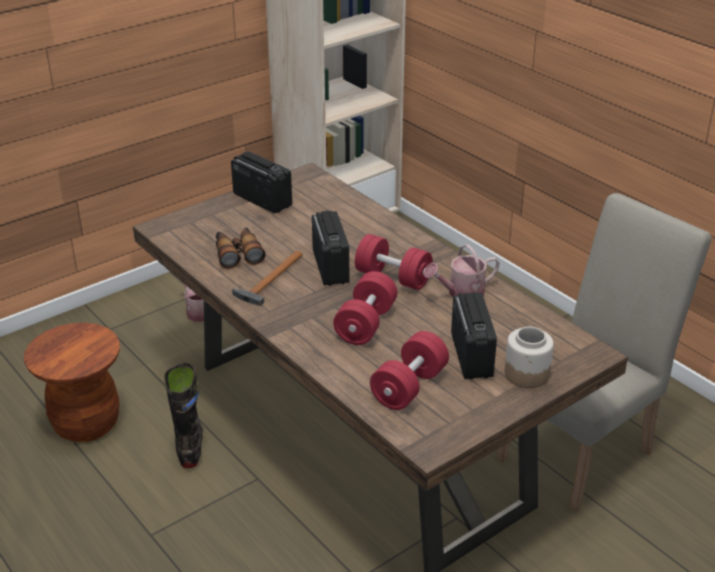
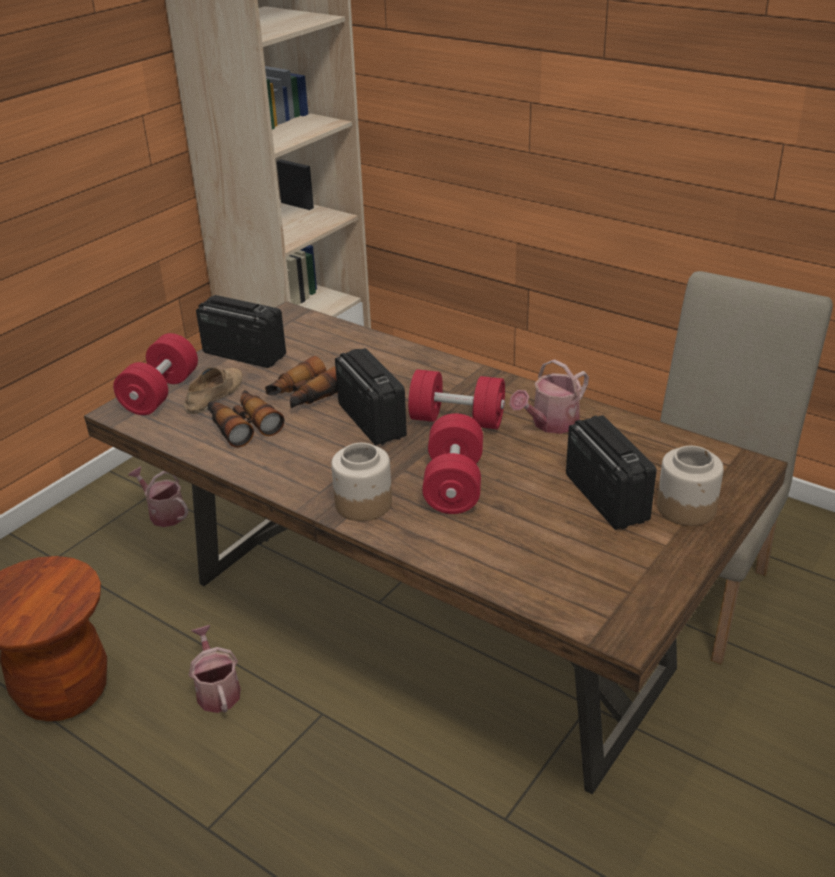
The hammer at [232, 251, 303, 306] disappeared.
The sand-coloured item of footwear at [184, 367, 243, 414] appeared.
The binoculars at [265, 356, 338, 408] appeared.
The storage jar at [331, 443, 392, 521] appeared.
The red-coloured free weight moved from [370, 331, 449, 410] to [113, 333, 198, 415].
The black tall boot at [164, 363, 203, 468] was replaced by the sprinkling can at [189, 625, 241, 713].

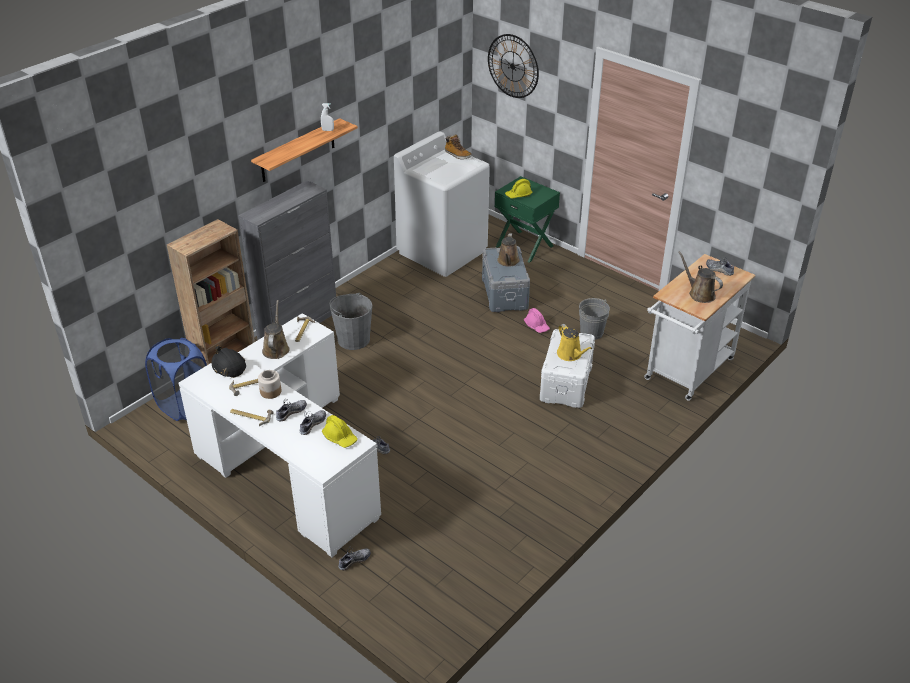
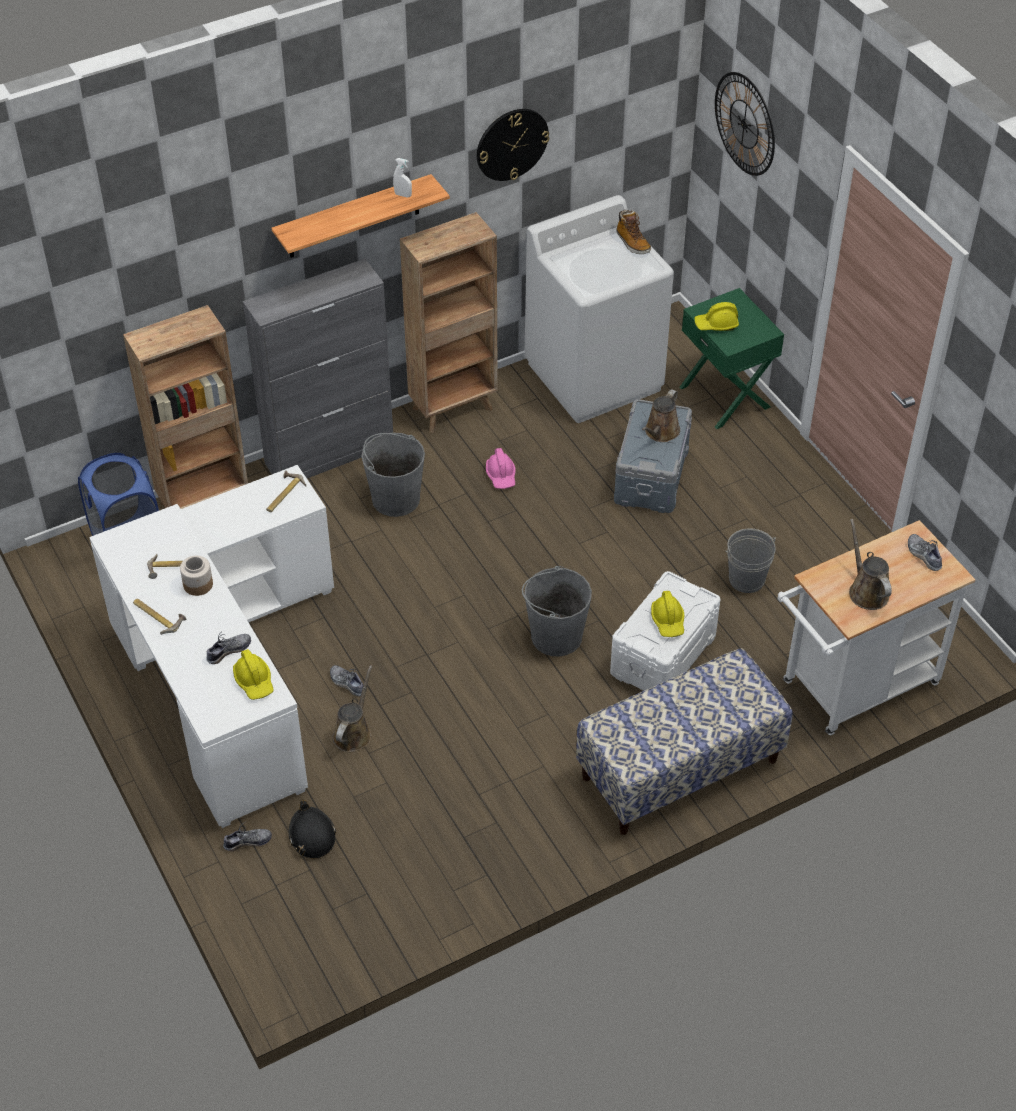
The item of footwear at [276, 398, 307, 421] disappeared.
The brown-coloured bookshelf at [400, 212, 498, 433] appeared.
The clock on the wall at [477, 109, 549, 181] appeared.
The gray water bucket at [522, 566, 592, 657] appeared.
The long seat at [576, 648, 793, 835] appeared.
The black safety helmet moved from [212, 346, 246, 378] to [289, 800, 336, 858].
The brown-coloured sprinkling can moved from [262, 300, 290, 359] to [332, 665, 372, 752].
The pinkish safety helmet moved from [524, 308, 550, 333] to [486, 448, 516, 489].
The yellow-coloured sprinkling can at [557, 324, 592, 361] was replaced by the yellow-coloured safety helmet at [651, 591, 684, 637].

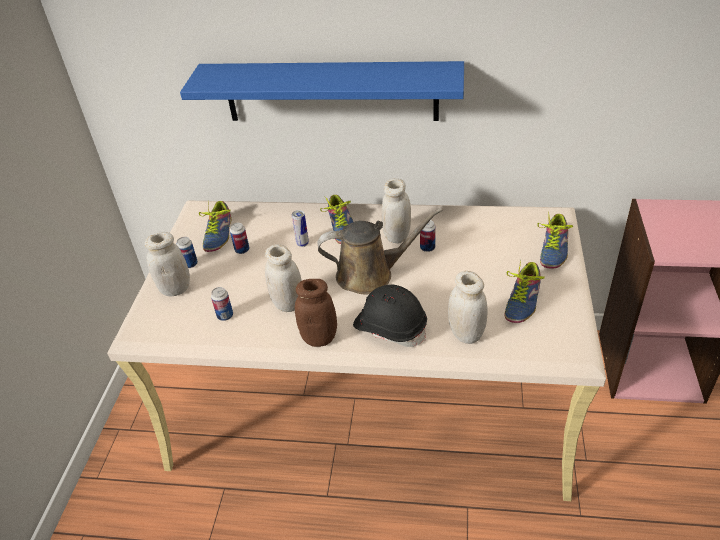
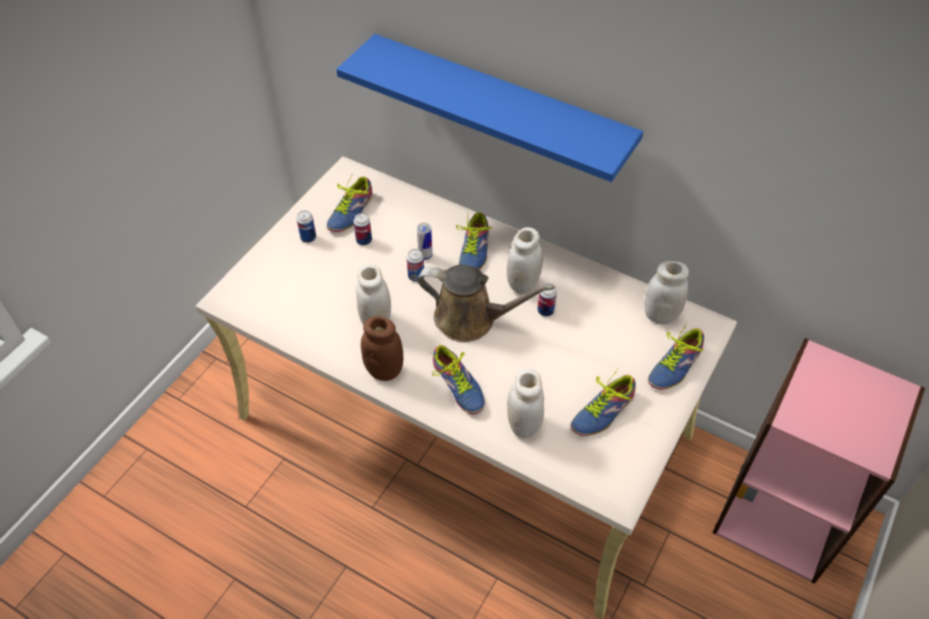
The white-coloured storage jar moved from [145, 232, 190, 297] to [644, 261, 689, 324].
The metal can moved from [211, 287, 233, 321] to [407, 249, 424, 282].
The black safety helmet at [353, 285, 427, 347] was replaced by the item of footwear at [432, 345, 485, 414].

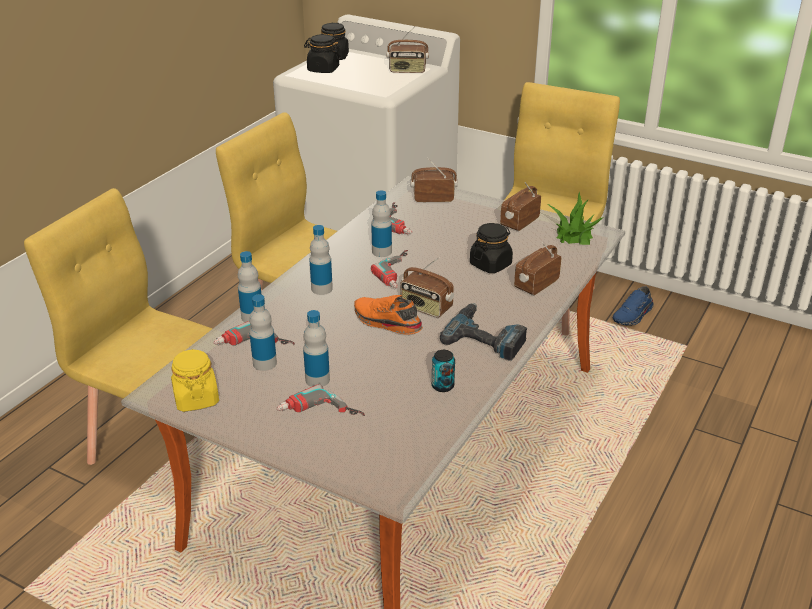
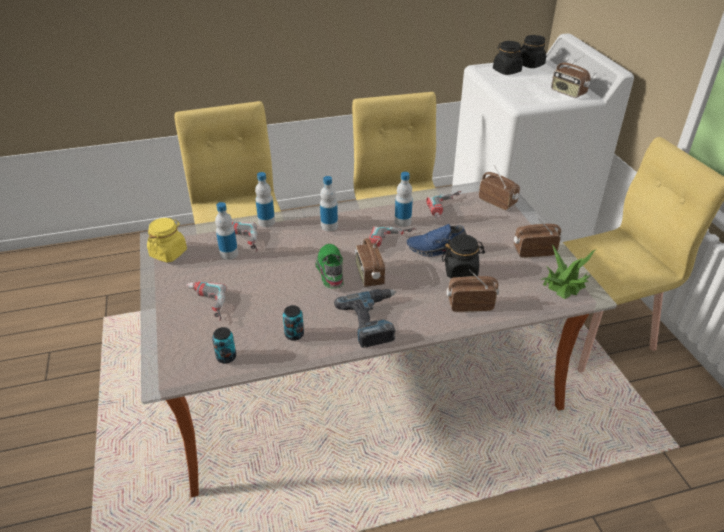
The drink bottle at [303, 310, 330, 387] disappeared.
The metal can at [212, 327, 236, 364] appeared.
The bluish item of footwear moved from [613, 286, 654, 326] to [407, 224, 466, 257].
The orange-coloured item of footwear at [354, 295, 423, 335] became the green-coloured item of footwear at [316, 244, 344, 288].

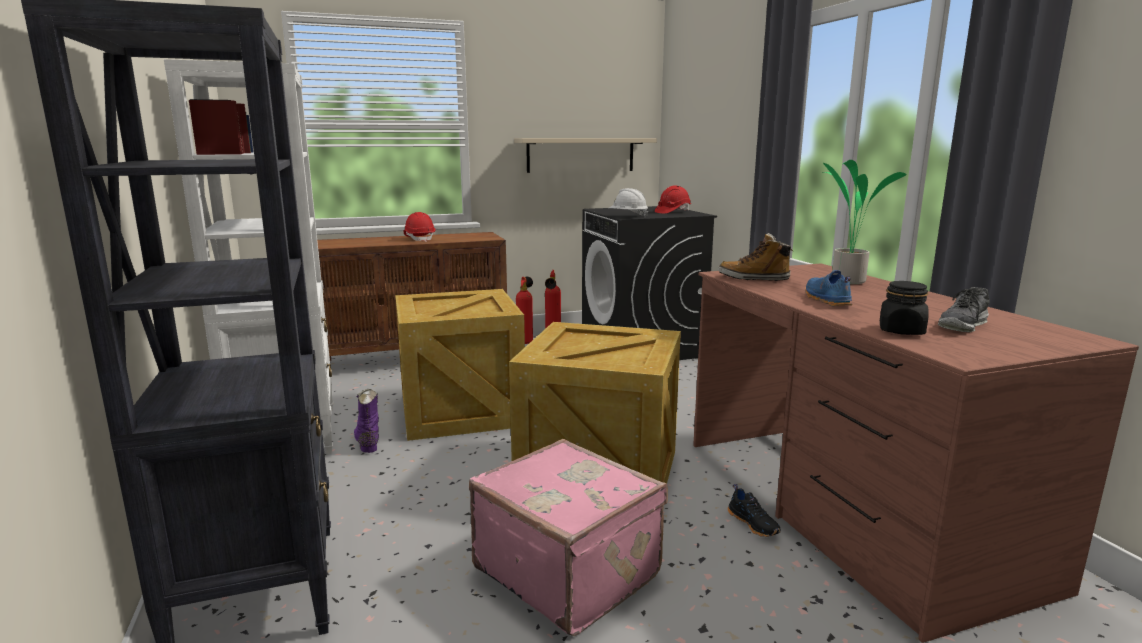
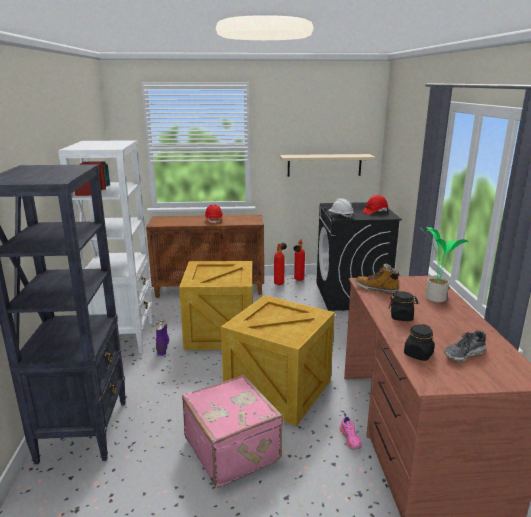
The bluish item of footwear at [805, 270, 853, 306] was replaced by the black storage jar at [389, 291, 418, 321].
The black item of footwear at [728, 484, 781, 537] became the pinkish item of footwear at [340, 413, 362, 450].

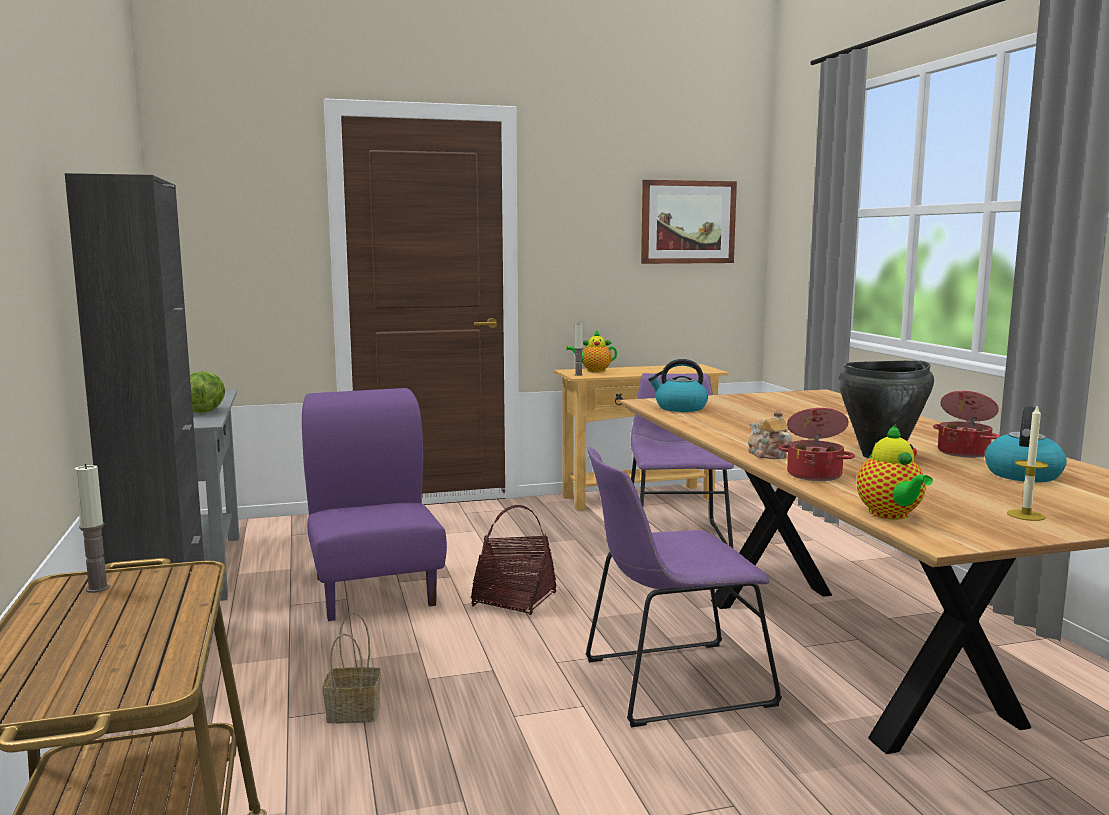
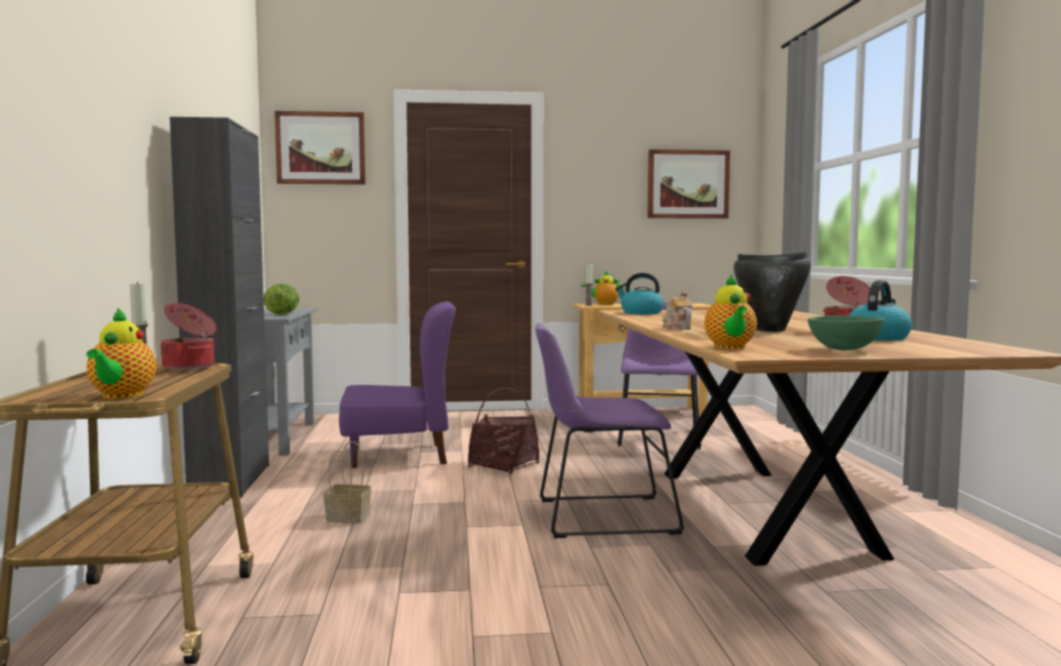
The pot for tea at [86, 307, 156, 399] appeared.
The picture at [275, 111, 366, 185] appeared.
The cooking pot moved from [778, 408, 855, 481] to [160, 303, 217, 370].
The candle at [1007, 404, 1048, 521] was replaced by the green-coloured bowl at [808, 315, 884, 350].
The purplish upright chair at [302, 388, 447, 621] turned 90 degrees clockwise.

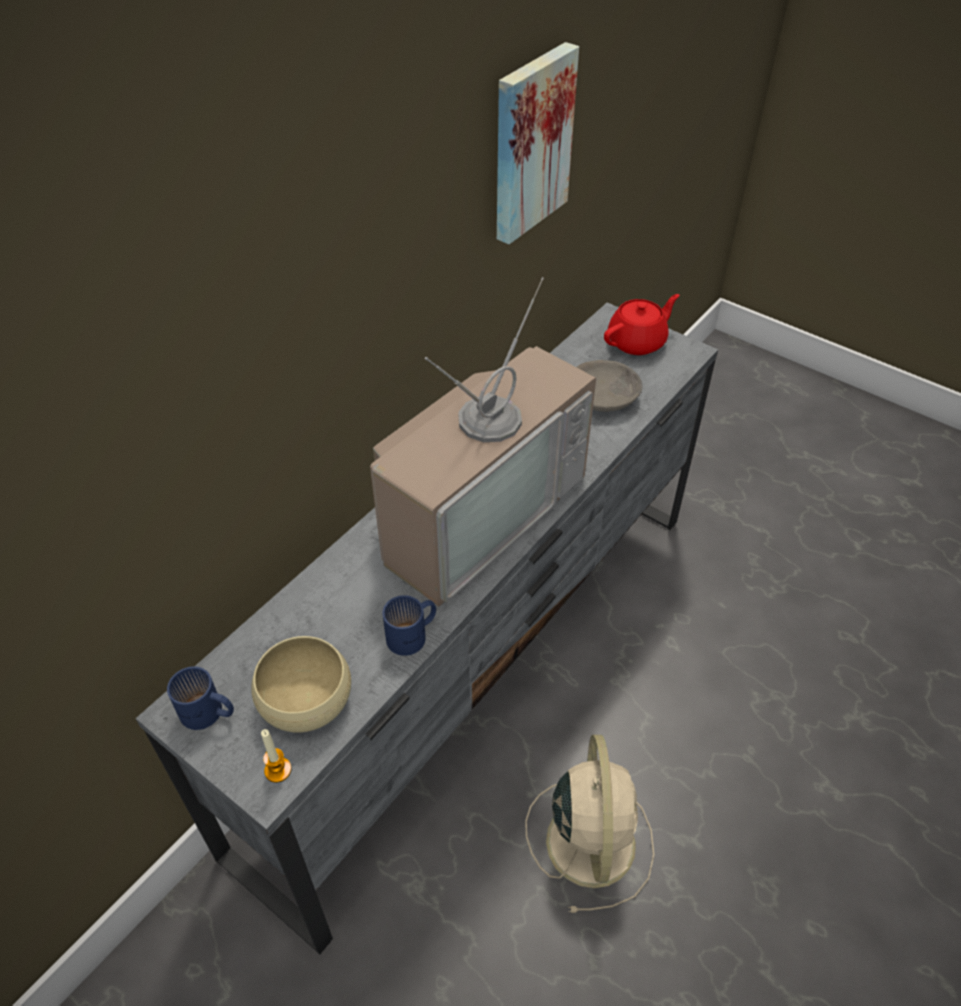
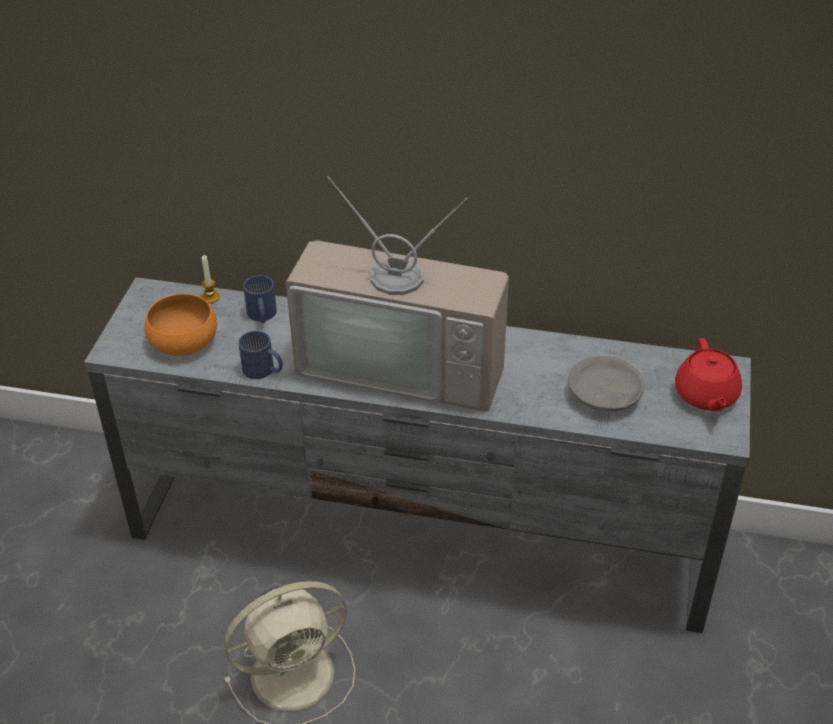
The picture at [497, 42, 579, 244] disappeared.
The bluish tea mug moved from [167, 666, 234, 730] to [243, 275, 277, 323].
The candle moved from [261, 729, 291, 783] to [202, 255, 220, 303].
The sand-coloured bowl at [251, 636, 351, 733] became the orange-coloured bowl at [144, 293, 217, 356].
The red-coloured pot for tea at [604, 294, 680, 355] turned 60 degrees clockwise.

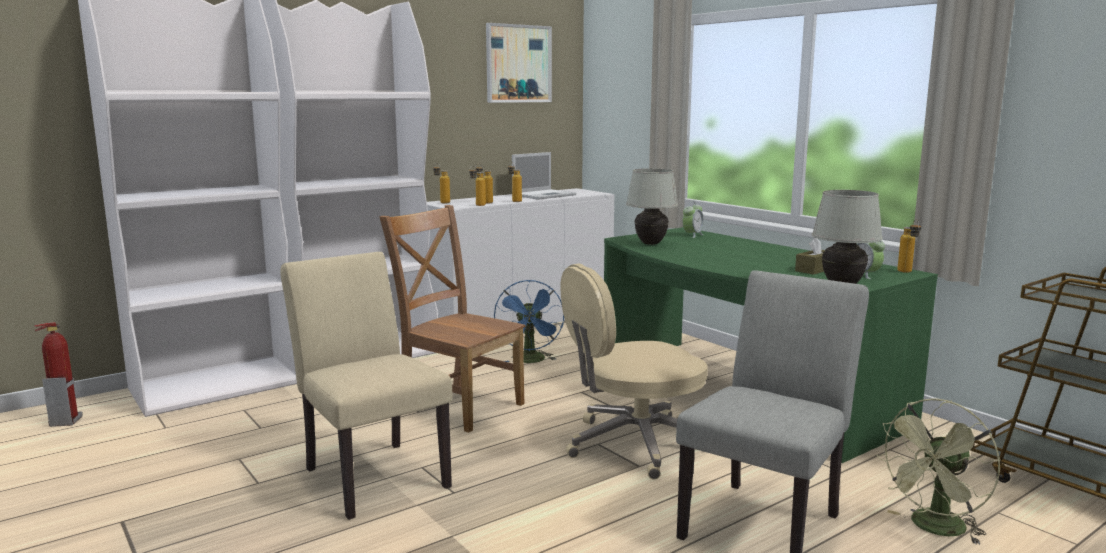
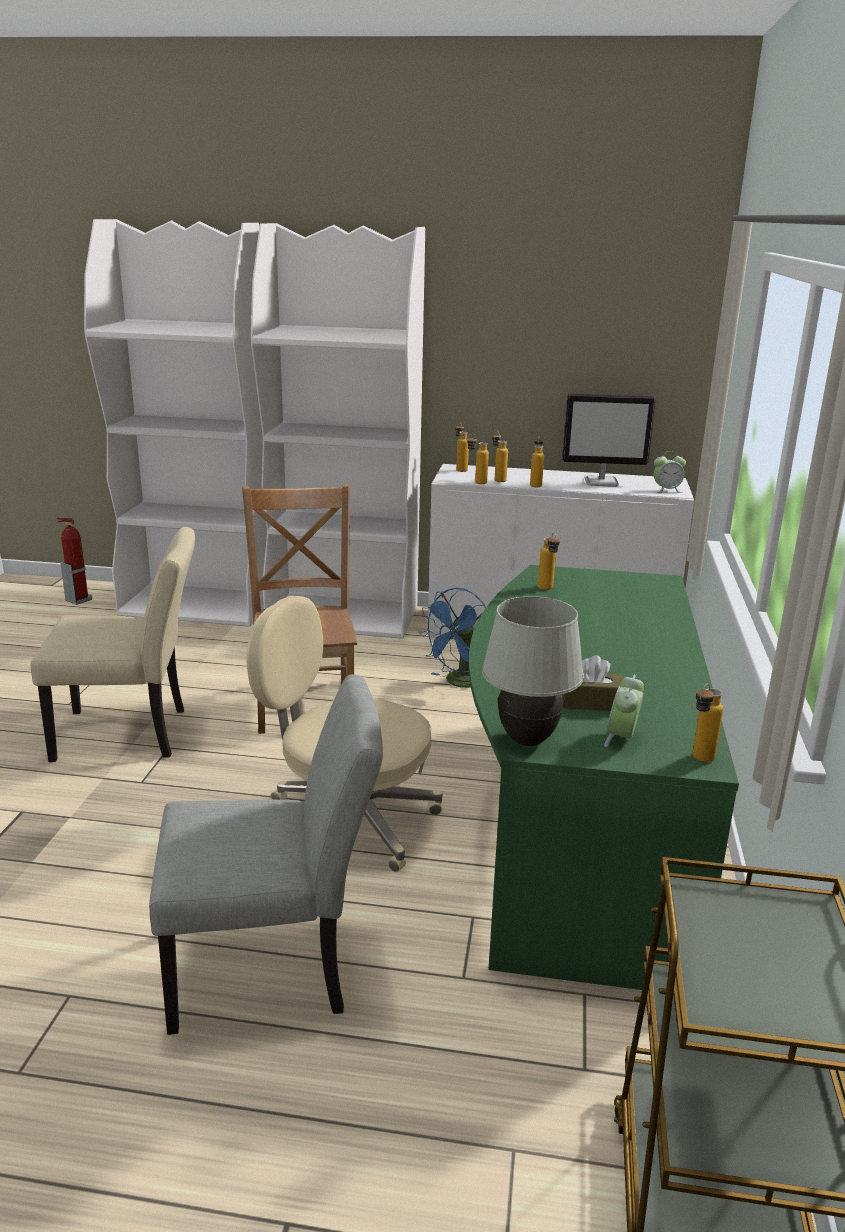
The picture at [486, 23, 552, 103] disappeared.
The green-coloured electric fan at [876, 399, 1000, 545] disappeared.
The bedside clock moved from [682, 201, 704, 238] to [654, 451, 686, 493].
The laptop at [512, 152, 576, 200] was replaced by the monitor at [562, 393, 656, 487].
The white-coloured table lamp at [626, 168, 678, 245] was replaced by the drink bottle at [538, 533, 560, 590].
The sand-coloured upright chair at [280, 252, 453, 520] turned 75 degrees clockwise.

